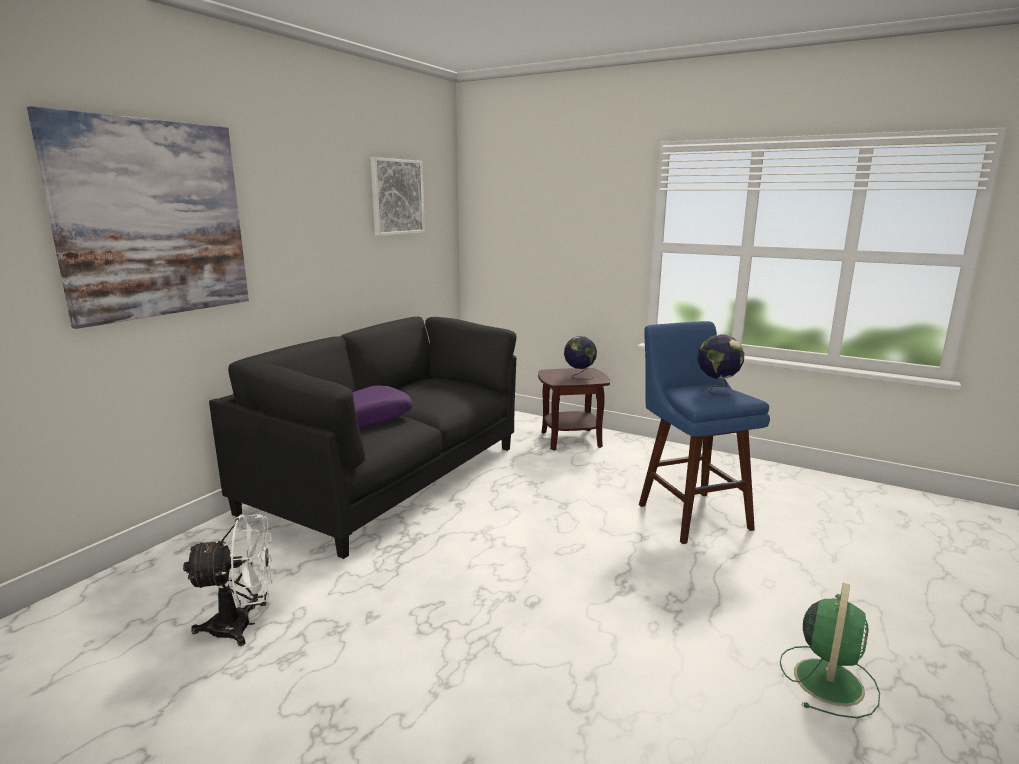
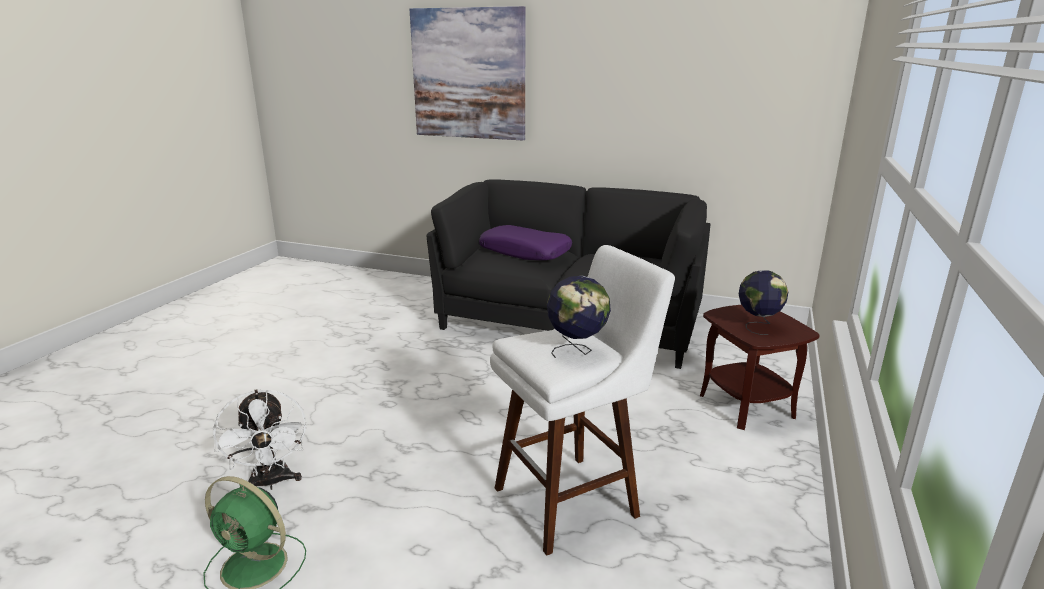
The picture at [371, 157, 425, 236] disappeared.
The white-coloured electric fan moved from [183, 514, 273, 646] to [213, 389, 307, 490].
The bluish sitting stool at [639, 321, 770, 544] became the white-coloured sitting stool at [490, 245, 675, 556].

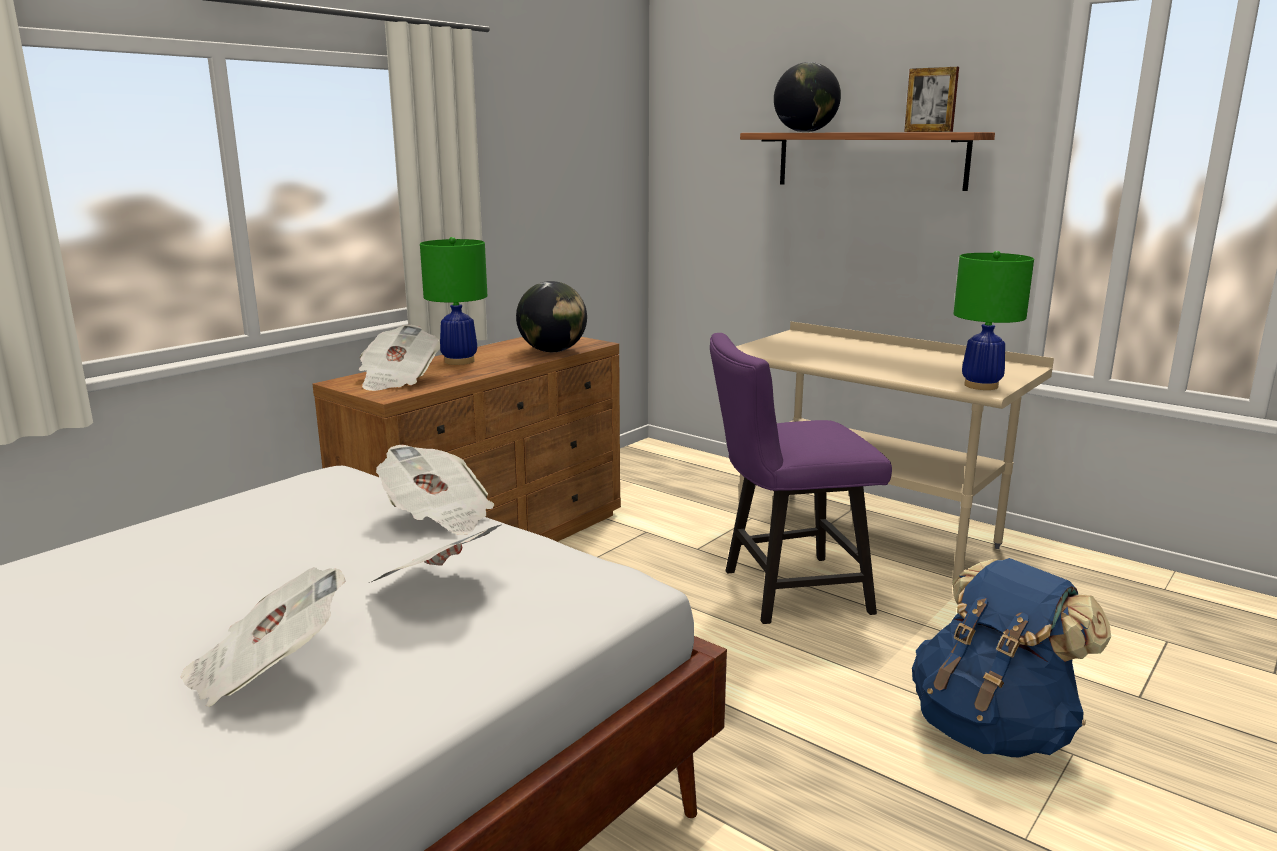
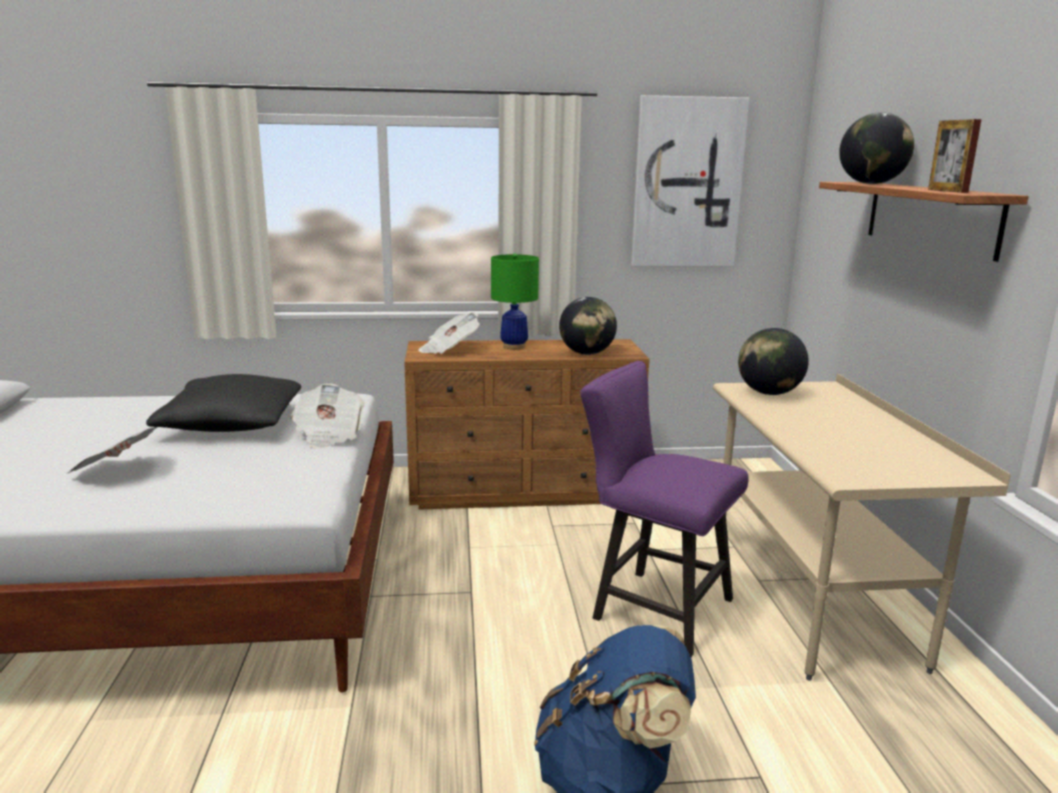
The daily paper at [369, 525, 501, 583] disappeared.
The green-coloured table lamp at [953, 251, 1034, 390] disappeared.
The black throw pillow at [146, 374, 301, 432] appeared.
The picture at [631, 95, 750, 266] appeared.
The globe at [738, 328, 809, 395] appeared.

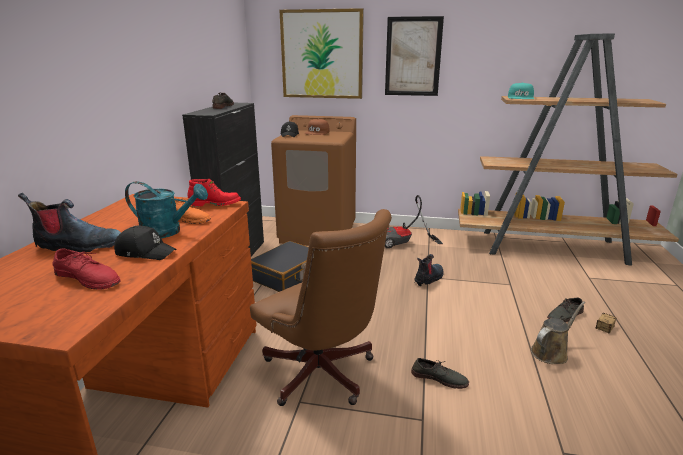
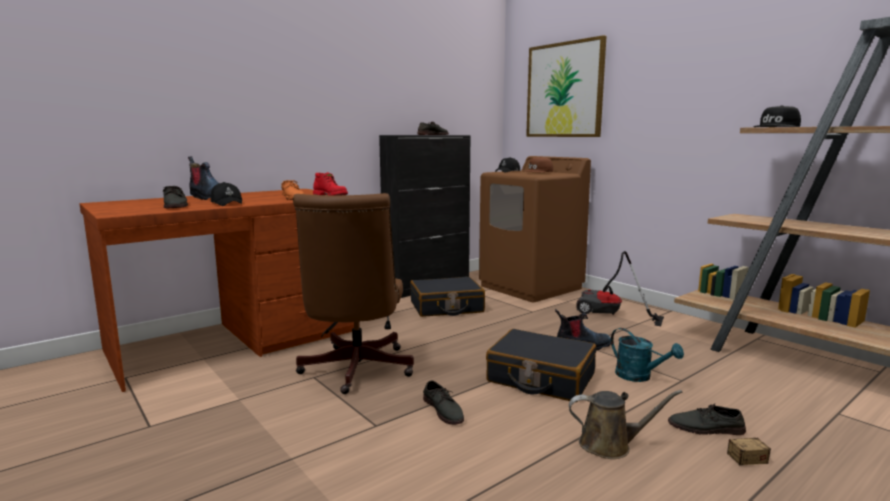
The picture at [385, 16, 444, 96] disappeared.
The black piece of luggage at [486, 329, 596, 402] appeared.
The turquoise-coloured sprinkling can moved from [125, 181, 208, 238] to [611, 328, 684, 382].
The red-coloured item of footwear at [53, 248, 121, 290] became the gray item of footwear at [163, 186, 188, 208].
The turquoise-coloured baseball cap at [508, 82, 534, 99] became the black baseball cap at [753, 105, 801, 127].

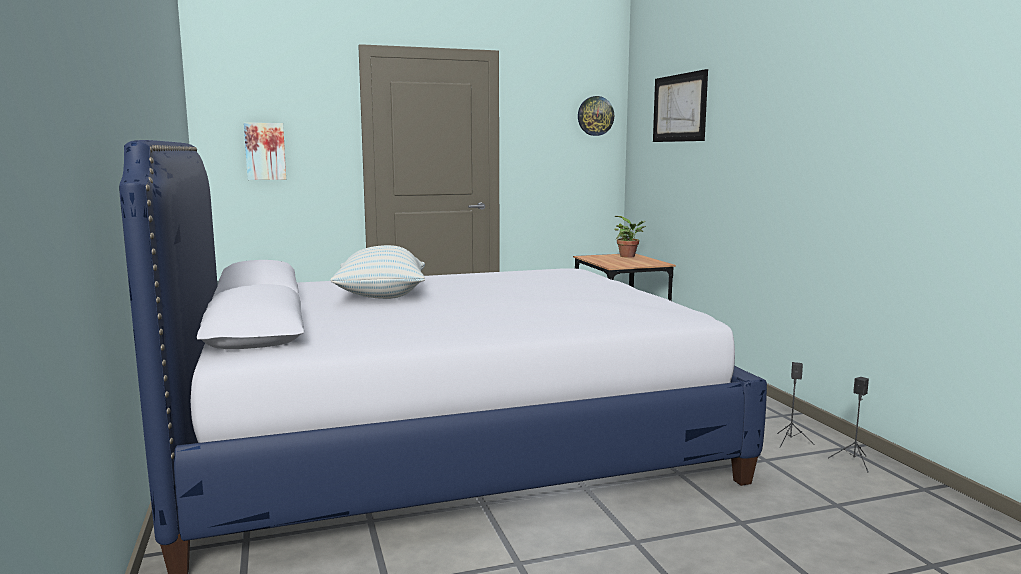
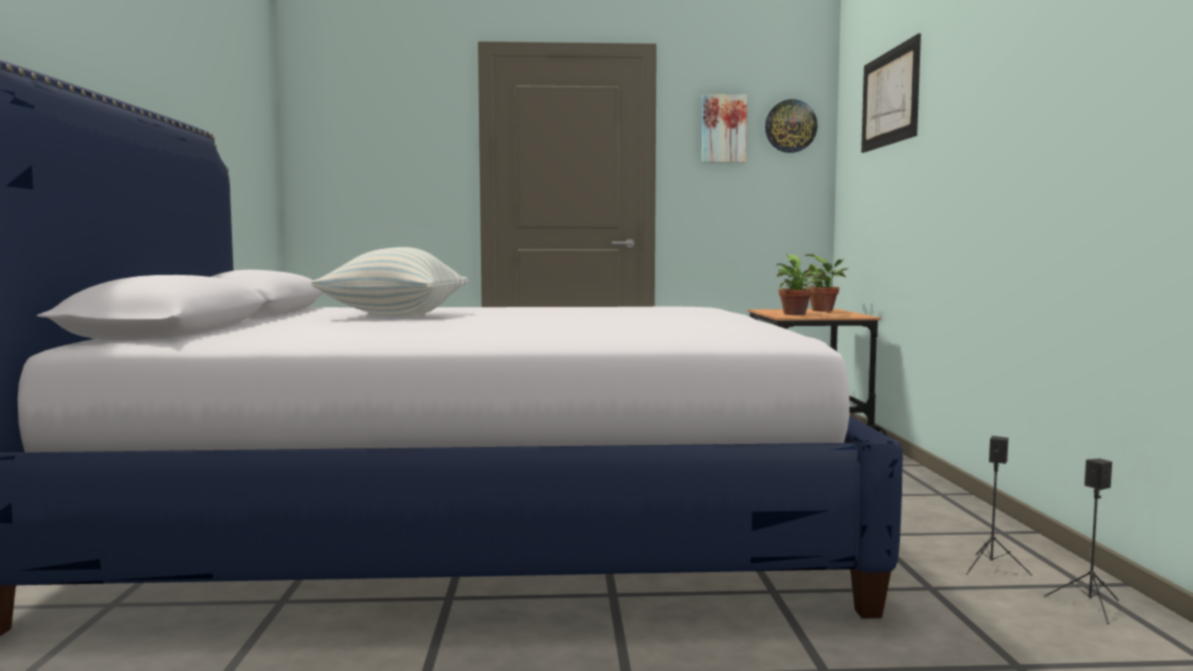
The potted plant at [776, 254, 825, 315] appeared.
The picture moved from [244, 123, 286, 180] to [702, 94, 747, 163].

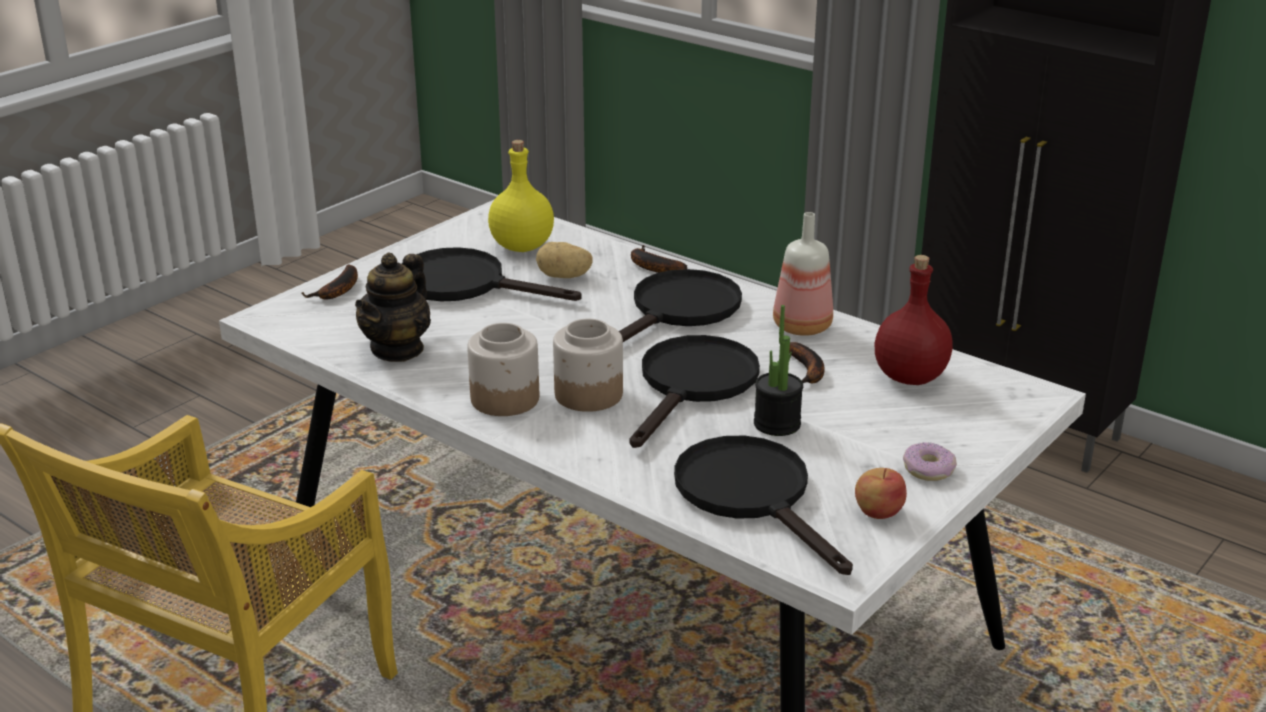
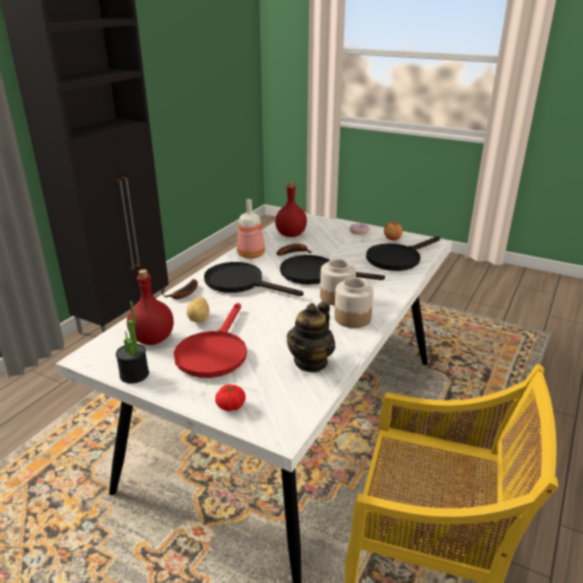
The potted plant moved from [754, 305, 803, 436] to [116, 301, 149, 384].
The banana fruit at [301, 264, 358, 299] was replaced by the tomato at [215, 384, 245, 411].
The black frying pan at [402, 247, 581, 301] became the red-coloured frying pan at [174, 303, 247, 378].
The yellow-coloured drink bottle at [488, 140, 554, 252] became the red-coloured drink bottle at [127, 269, 174, 345].
The pot for tea at [355, 252, 431, 362] turned 105 degrees clockwise.

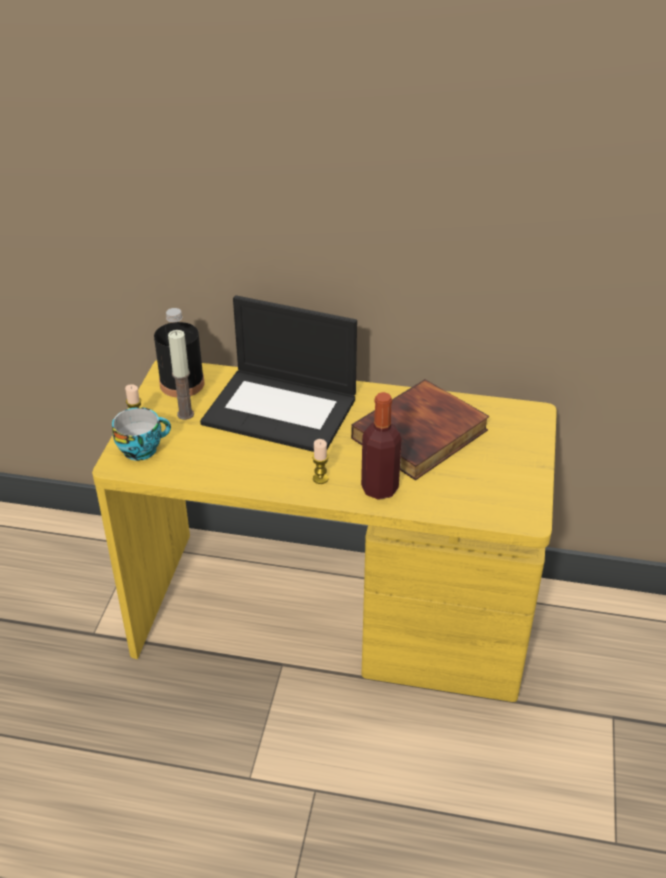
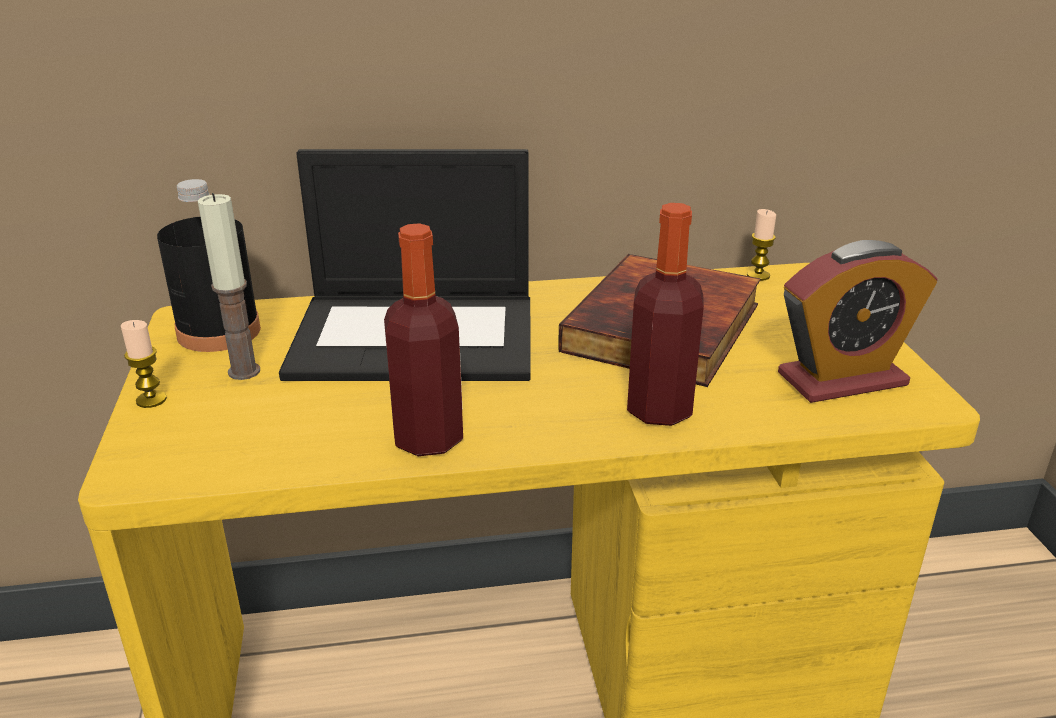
The small cup at [112, 407, 171, 461] disappeared.
The drink bottle at [384, 223, 463, 456] appeared.
The bedside clock at [778, 240, 938, 403] appeared.
The candle moved from [312, 439, 329, 484] to [747, 209, 776, 281].

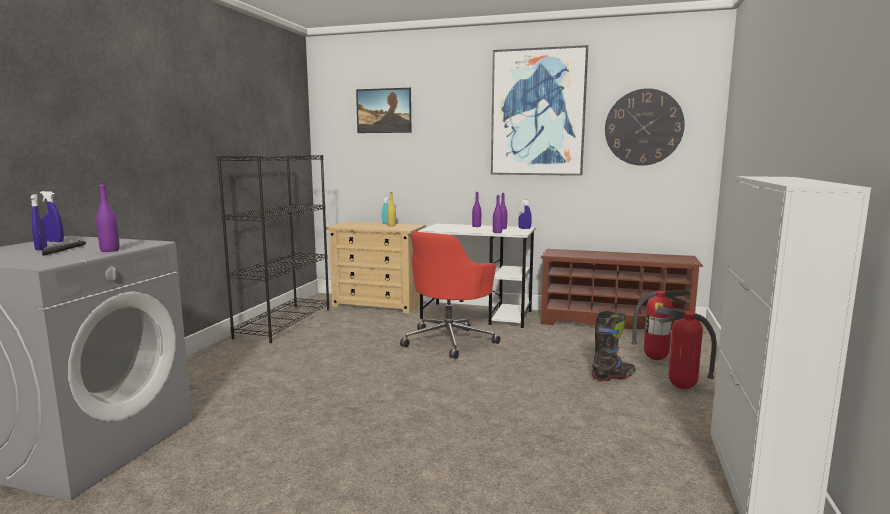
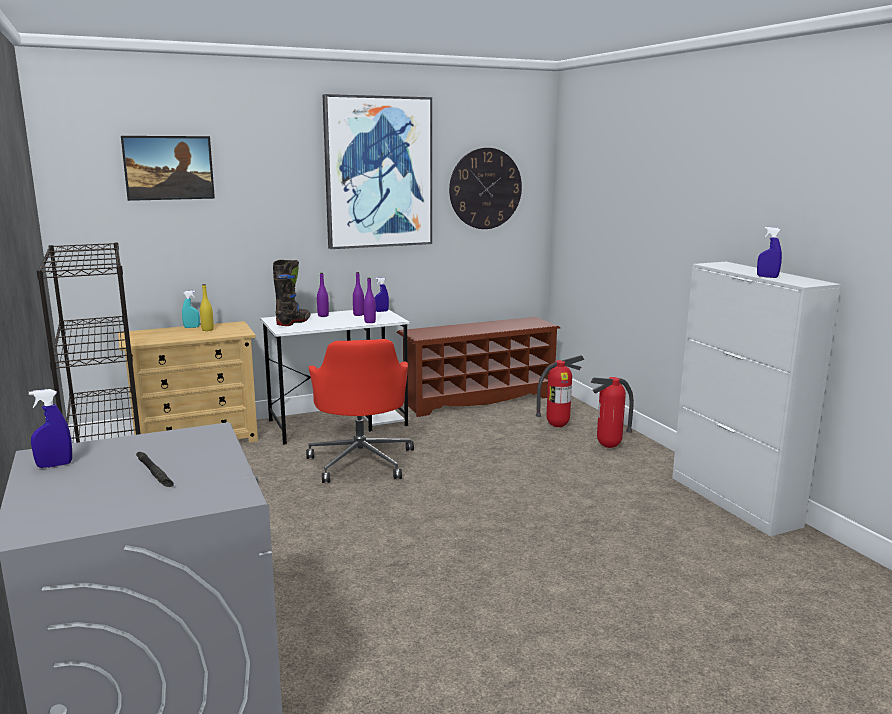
The purplish drink bottle at [96, 183, 120, 252] disappeared.
The bluish hand sprayer moved from [30, 194, 47, 250] to [757, 227, 782, 278].
The black tall boot moved from [592, 311, 636, 381] to [273, 260, 311, 326].

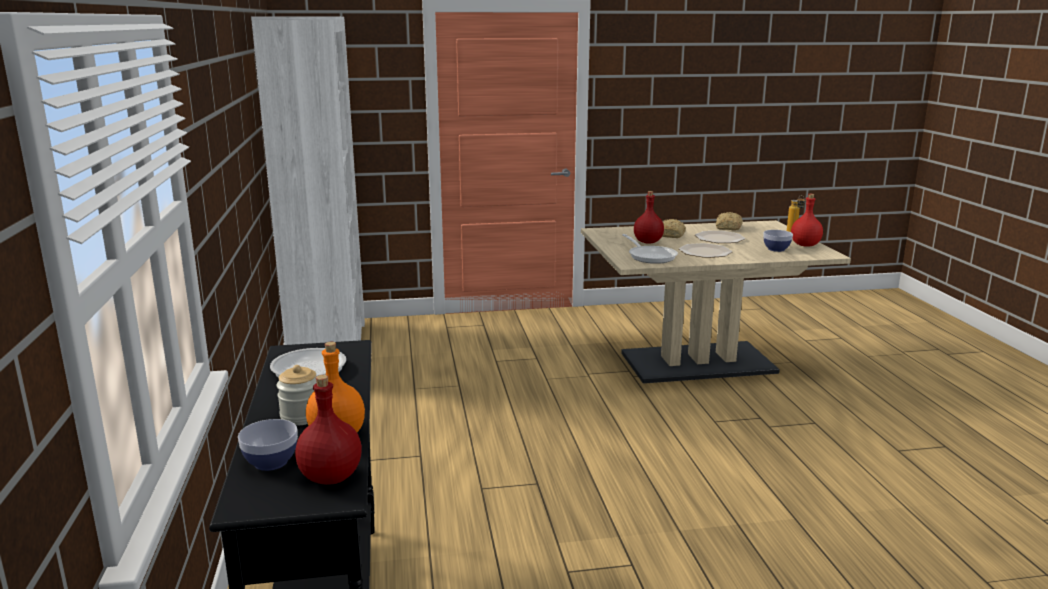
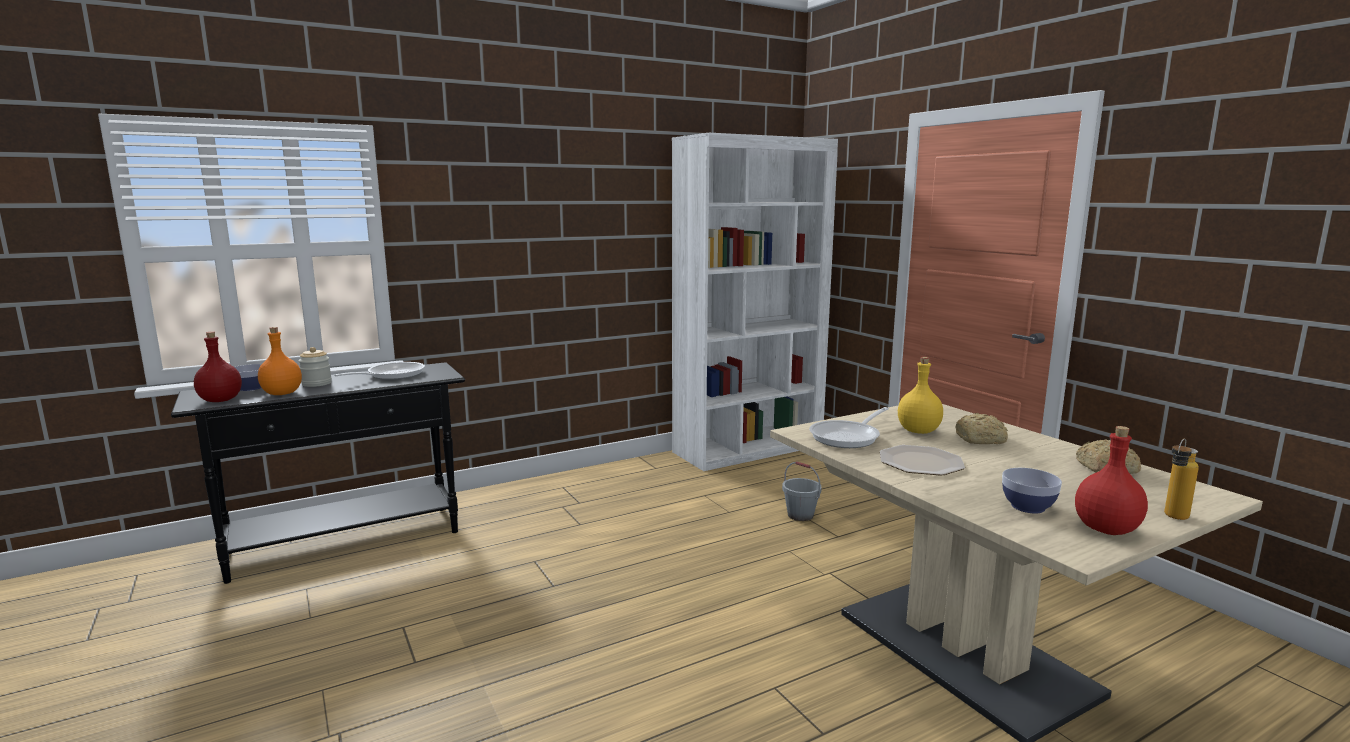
The dinner plate at [695, 231, 745, 243] disappeared.
The gray water bucket at [782, 461, 822, 521] appeared.
The red-coloured drink bottle at [634, 191, 664, 243] became the yellow-coloured drink bottle at [898, 357, 943, 434].

